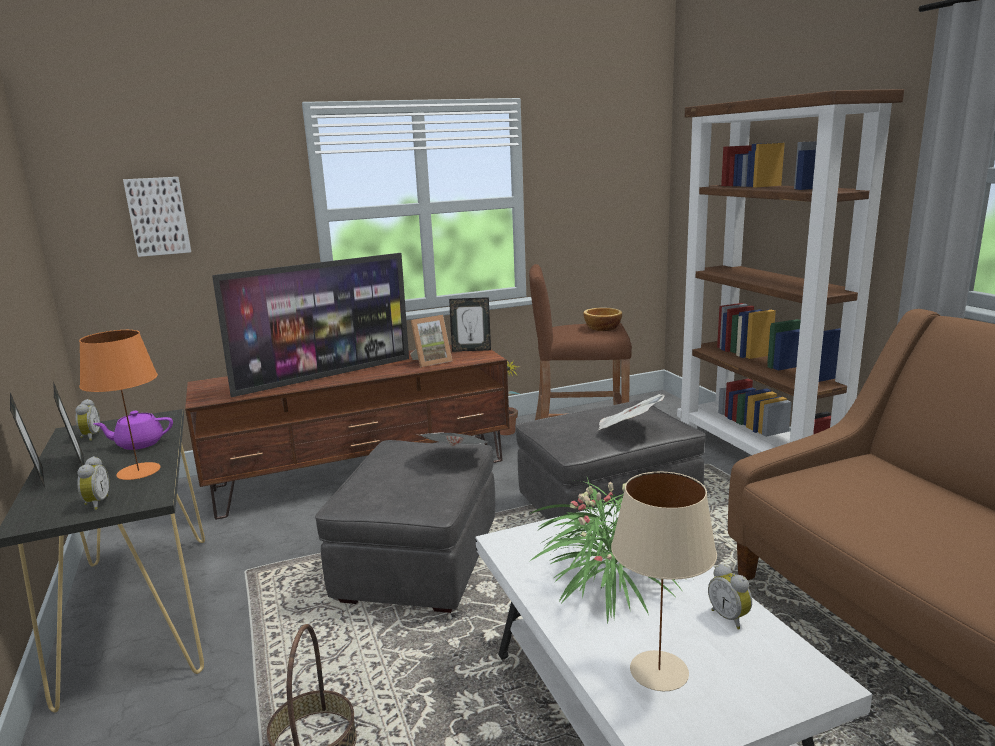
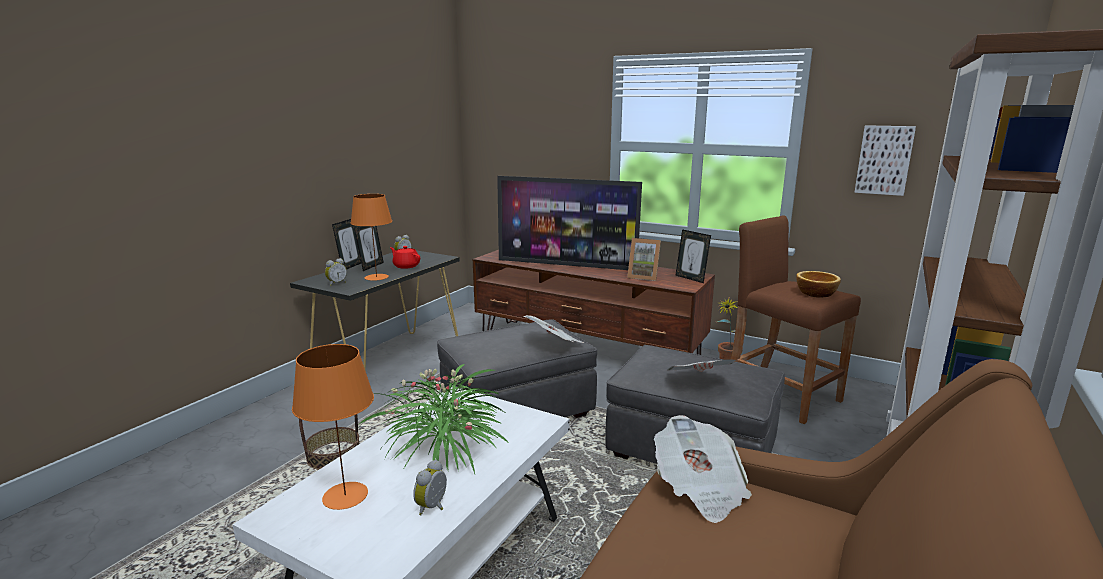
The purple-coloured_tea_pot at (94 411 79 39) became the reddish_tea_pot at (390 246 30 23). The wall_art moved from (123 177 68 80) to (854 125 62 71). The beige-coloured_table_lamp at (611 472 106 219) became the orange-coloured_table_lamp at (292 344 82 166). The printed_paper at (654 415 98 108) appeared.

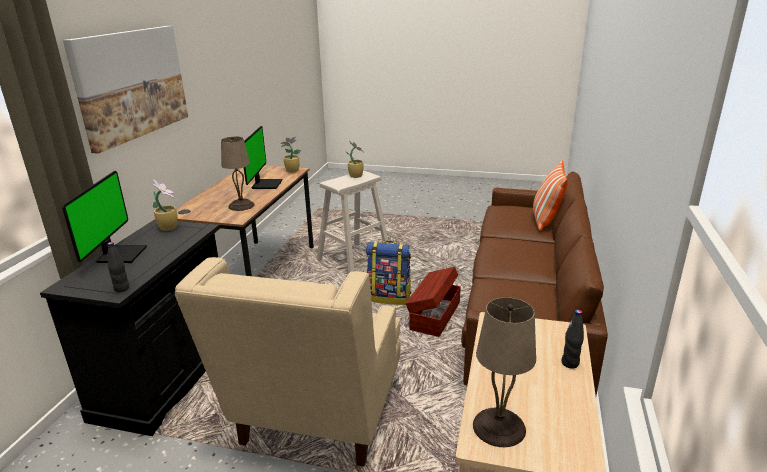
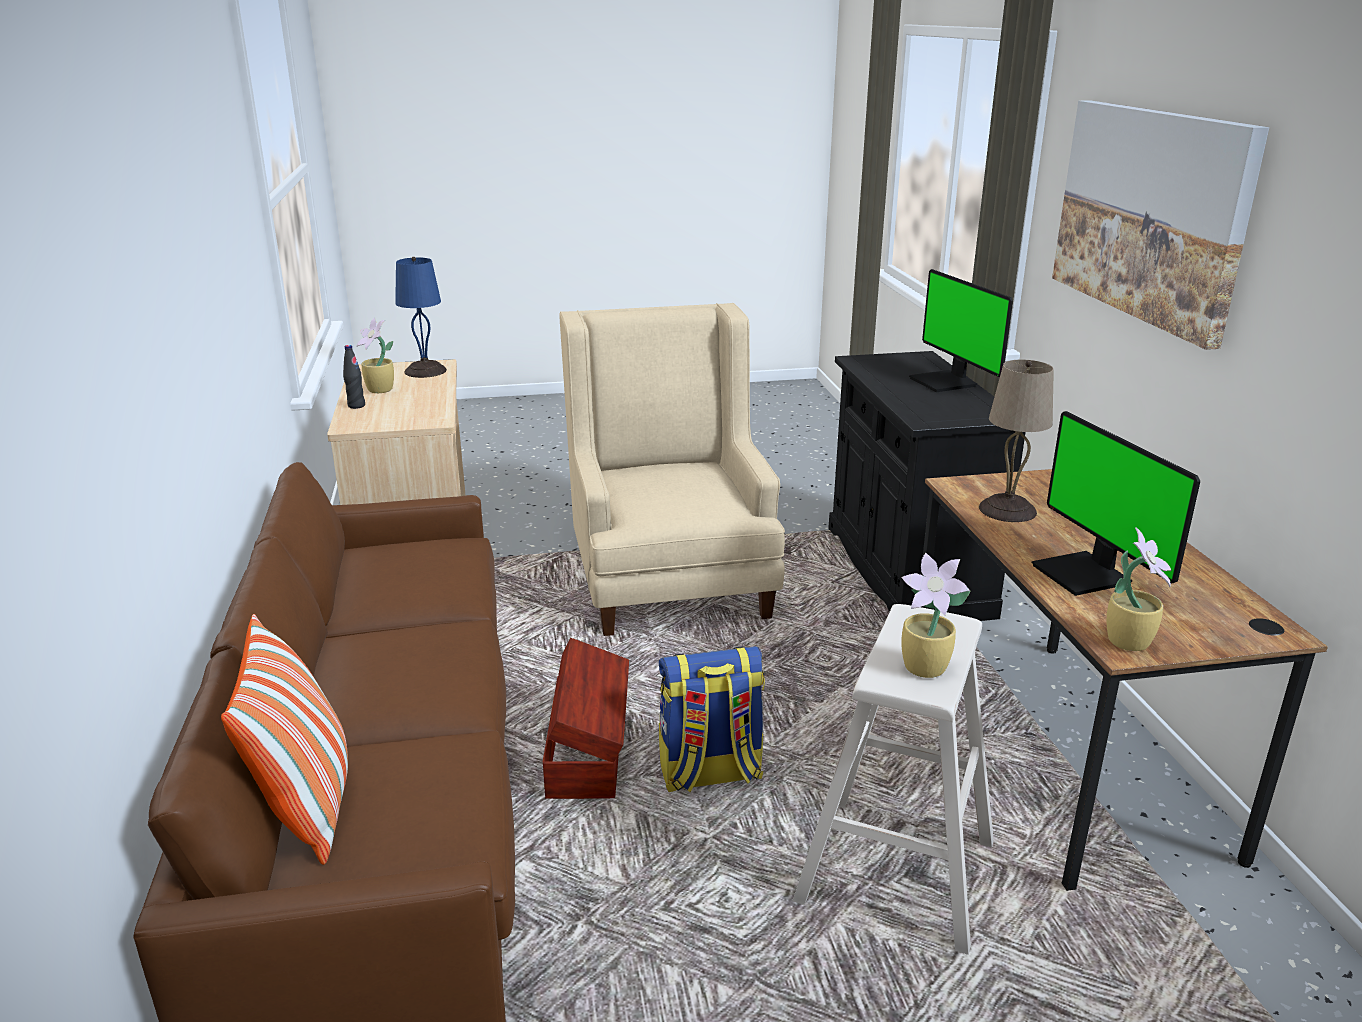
The blackish_drink_bottle at (107 242 22 50) disappeared. The potted_plant moved from (152 180 26 51) to (356 317 38 76). The beige-coloured_table_lamp at (473 297 63 150) became the blue_table_lamp at (395 257 52 121).

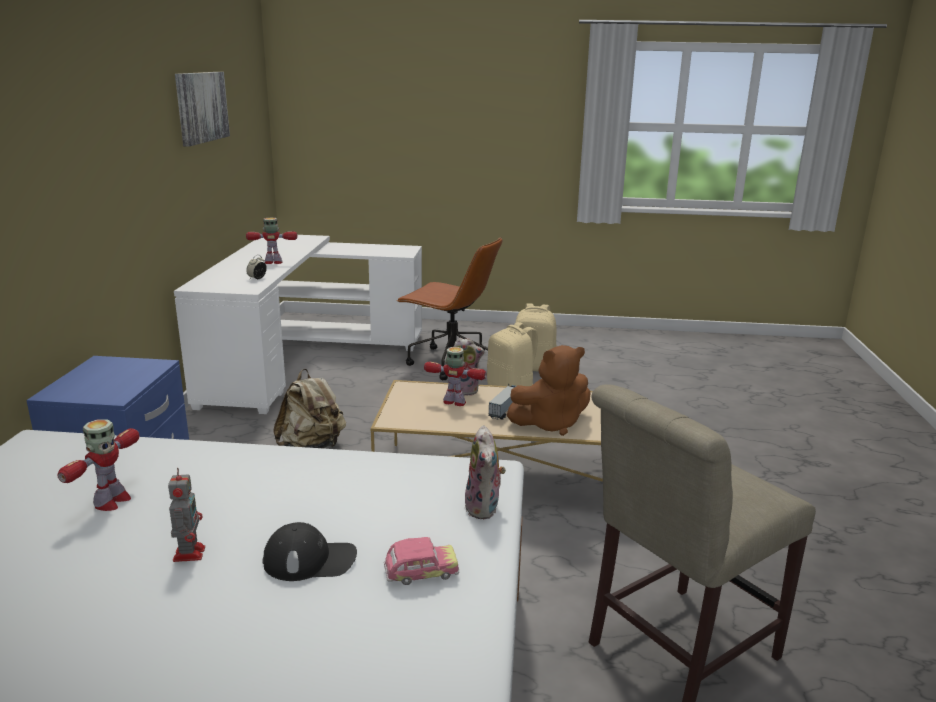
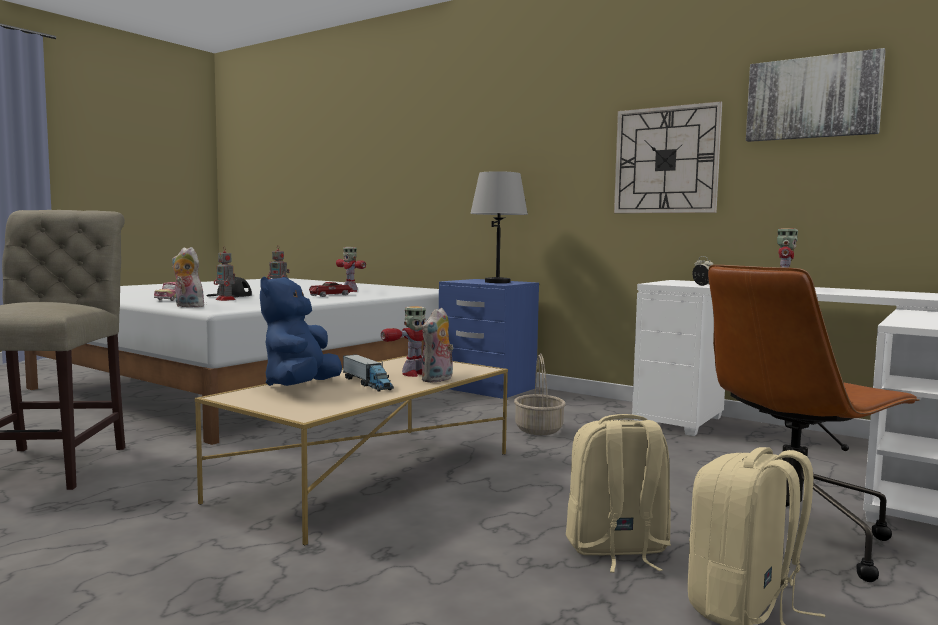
The beige-coloured_knapsack at (273 369 73 79) was replaced by the storage_basket at (514 353 52 82). The brown_plush_toy at (506 345 85 91) became the blue_plush_toy at (260 277 82 109). The toy_robot at (214 248 21 53) appeared. The toy_car at (309 282 43 15) appeared. The gray_table_lamp at (470 171 58 112) appeared. The clock_on_the_wall at (614 101 108 112) appeared.

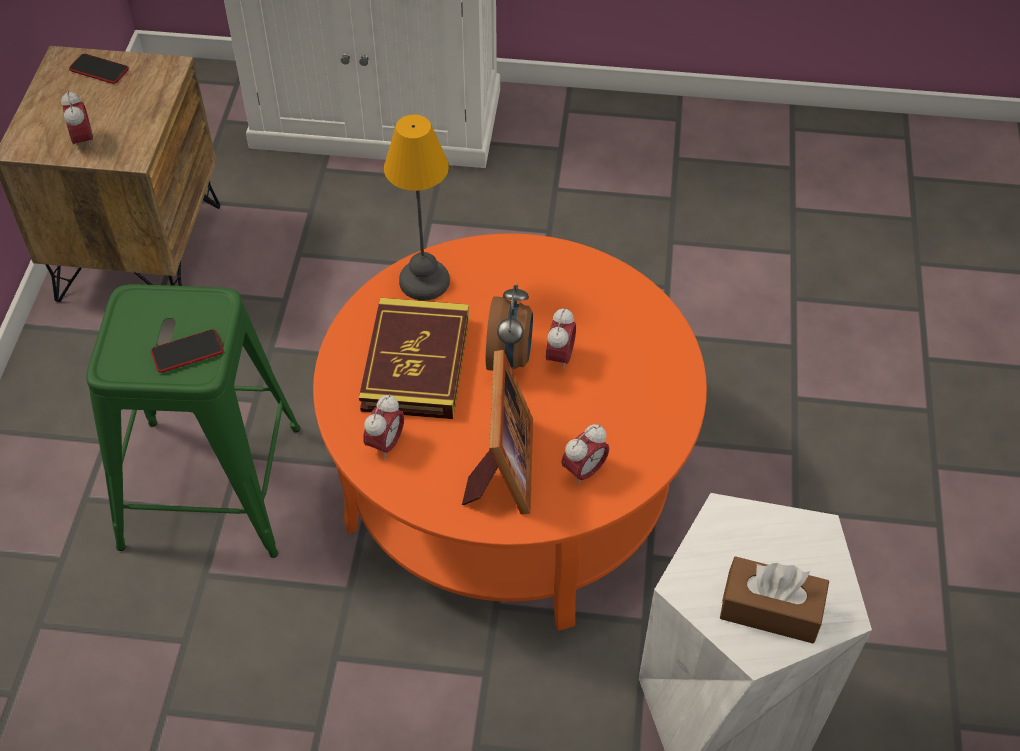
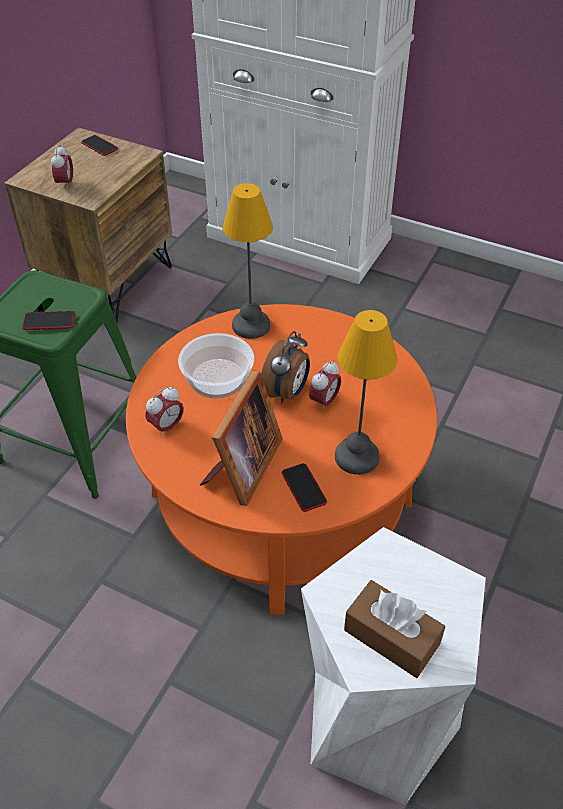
The volume at (359 298 110 121) was replaced by the bowl at (178 333 76 66). The bedside_clock at (561 424 49 62) was replaced by the telephone at (282 463 45 49). The table_lamp at (335 310 62 165) appeared.

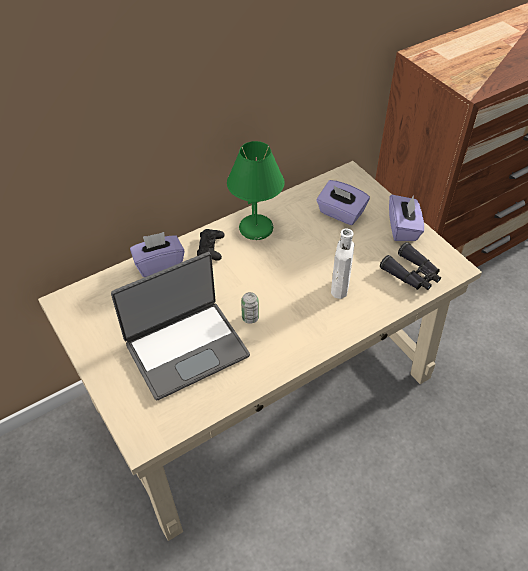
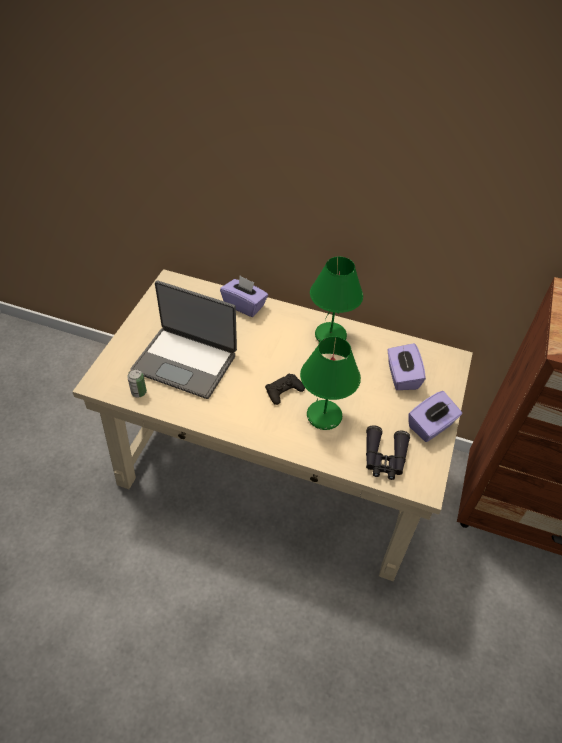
The blackish_game_controller moved from (197 229 28 32) to (265 374 40 31). The sealed_can moved from (241 292 18 32) to (127 369 20 28). The whitish_drink_bottle at (331 228 23 71) was replaced by the greenish_table_lamp at (300 336 61 94).

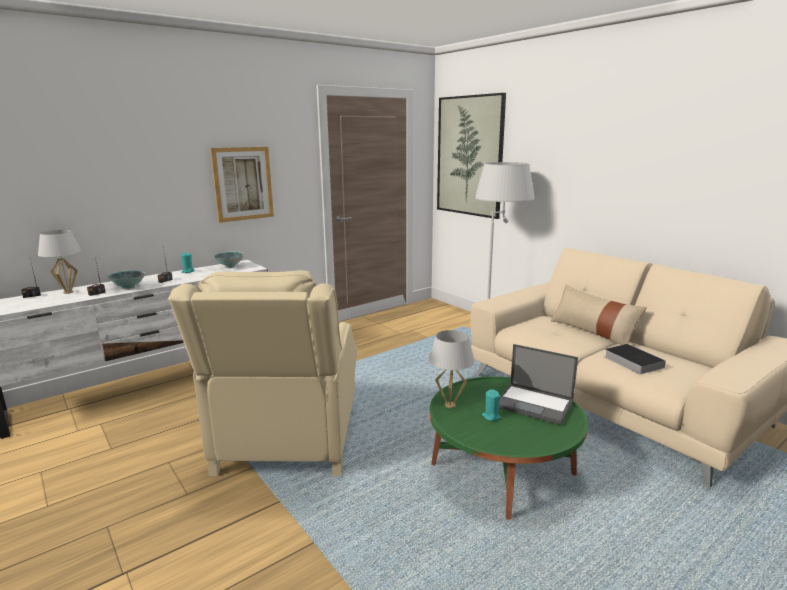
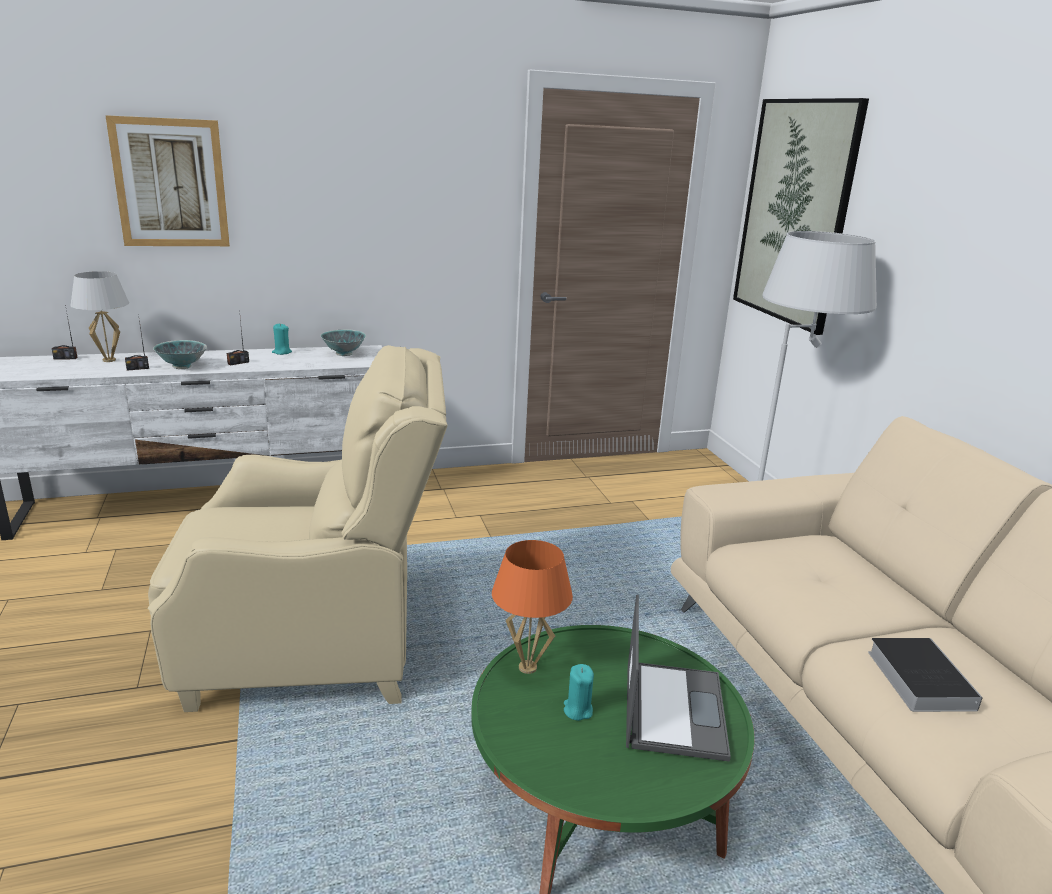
The beige-coloured_armchair at (168 270 189 207) turned 120 degrees counterclockwise. The wall_art moved from (210 147 64 76) to (106 115 124 131). The whitish_table_lamp at (429 330 46 78) became the orange-coloured_table_lamp at (492 540 81 134). The notebook_computer at (499 344 79 81) turned 135 degrees counterclockwise. The beige-coloured_pillow at (550 285 97 60) disappeared.

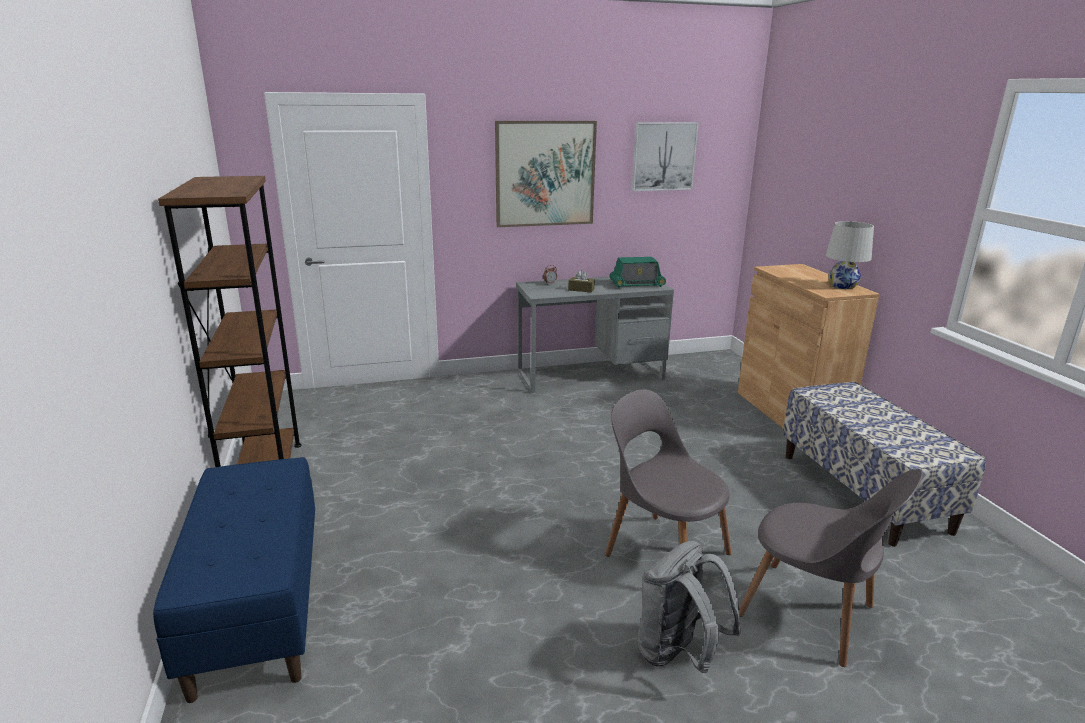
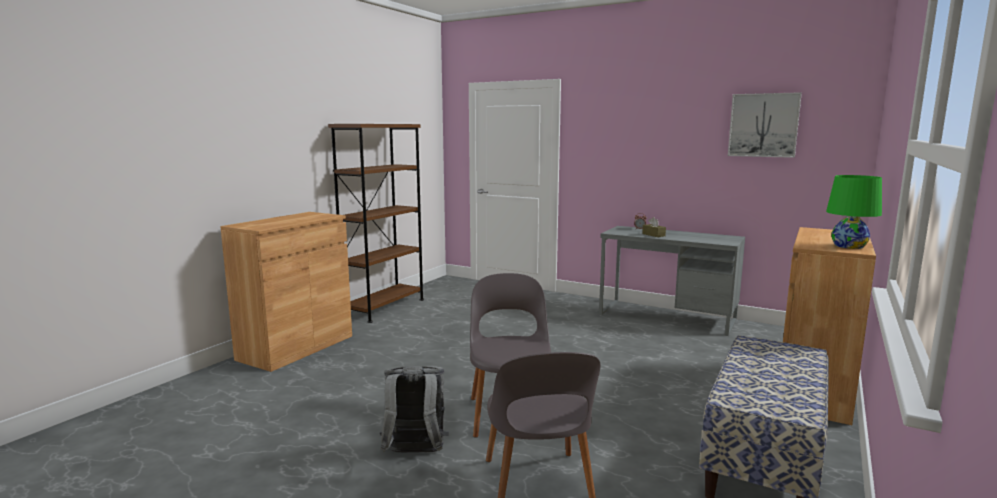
The blue_long_seat at (153 457 162 246) was replaced by the brown_storage_cabinet at (220 212 132 160). The wall_art at (495 121 102 106) disappeared. The radio_set at (609 257 57 31) disappeared. The whitish_table_lamp at (826 221 48 68) became the greenish_table_lamp at (826 175 56 74).

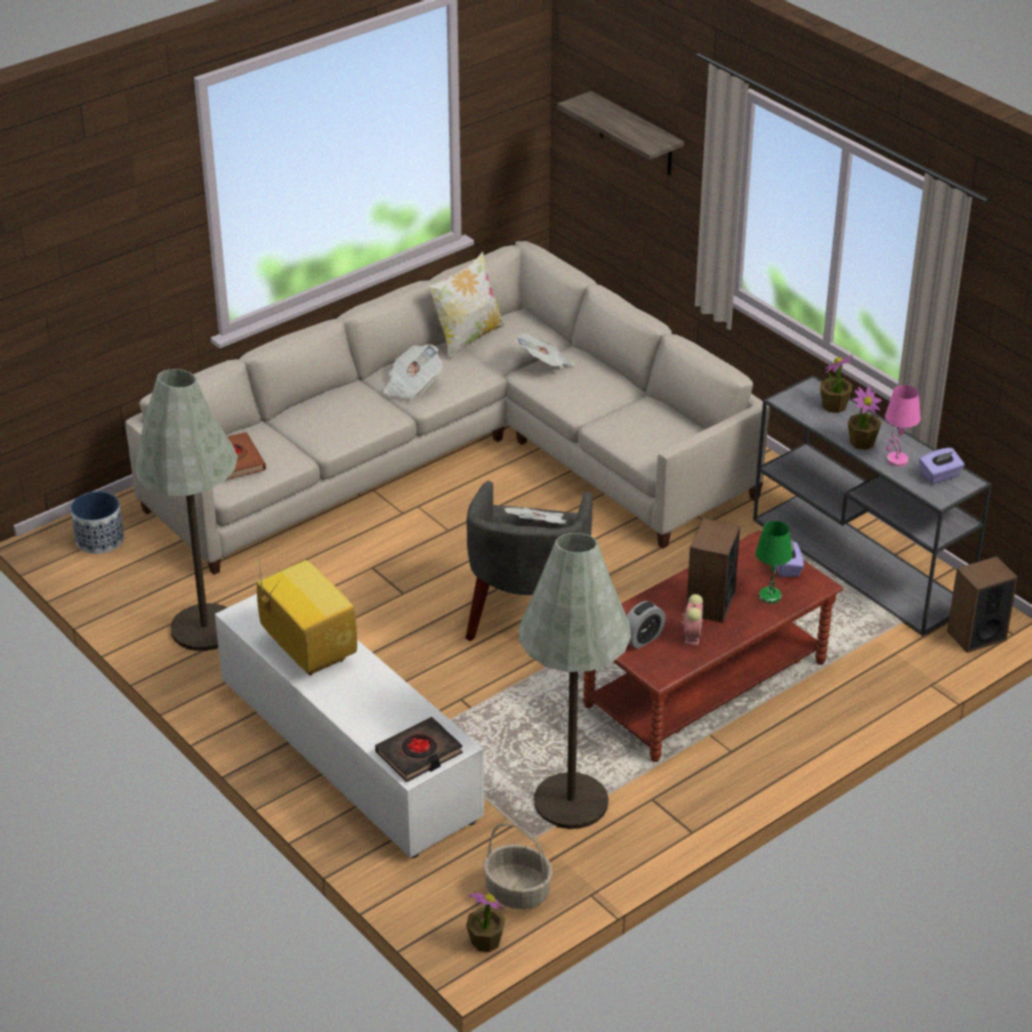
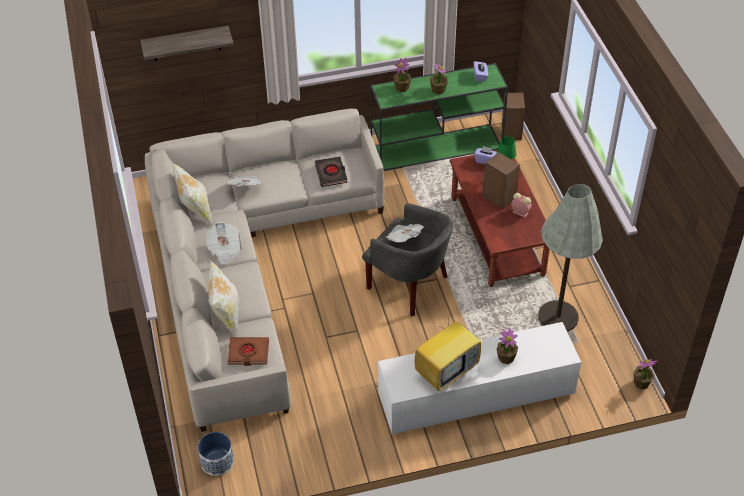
The gray_standing_lamp at (135 369 103 282) disappeared. The TV_set at (257 550 100 125) turned 150 degrees clockwise. The blackish_volume moved from (375 717 88 65) to (315 157 32 30). The storage_basket at (483 823 70 86) disappeared. The bedside_clock at (627 601 39 48) disappeared. The gray_hall_table at (753 375 239 261) became the greenish_hall_table at (370 63 138 108). The pink-coloured_table_lamp at (885 385 36 82) disappeared. The pillow at (208 261 32 75) appeared. The potted_plant at (497 327 21 37) appeared.

